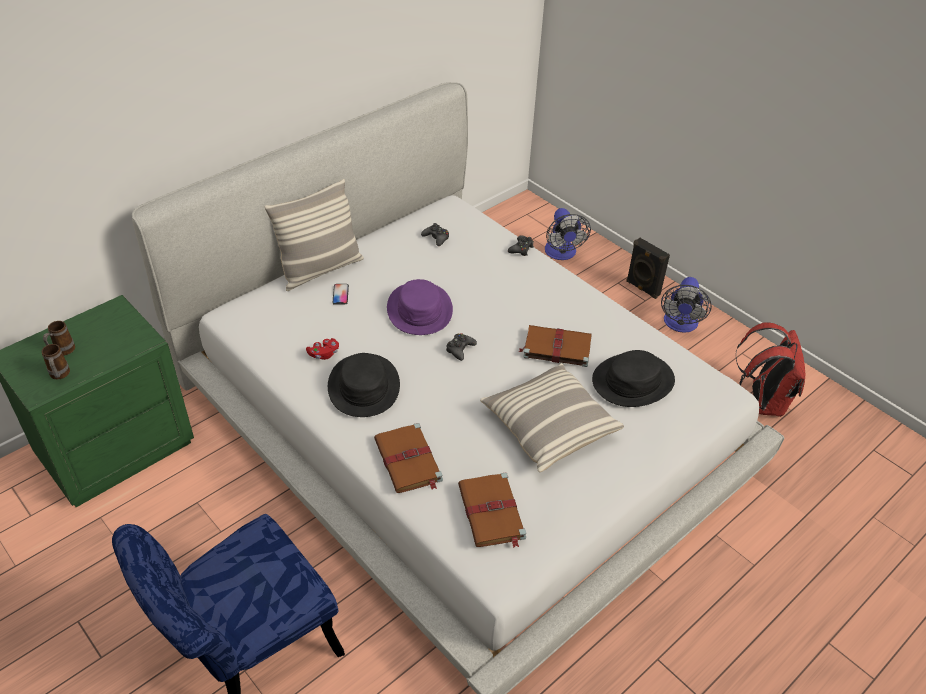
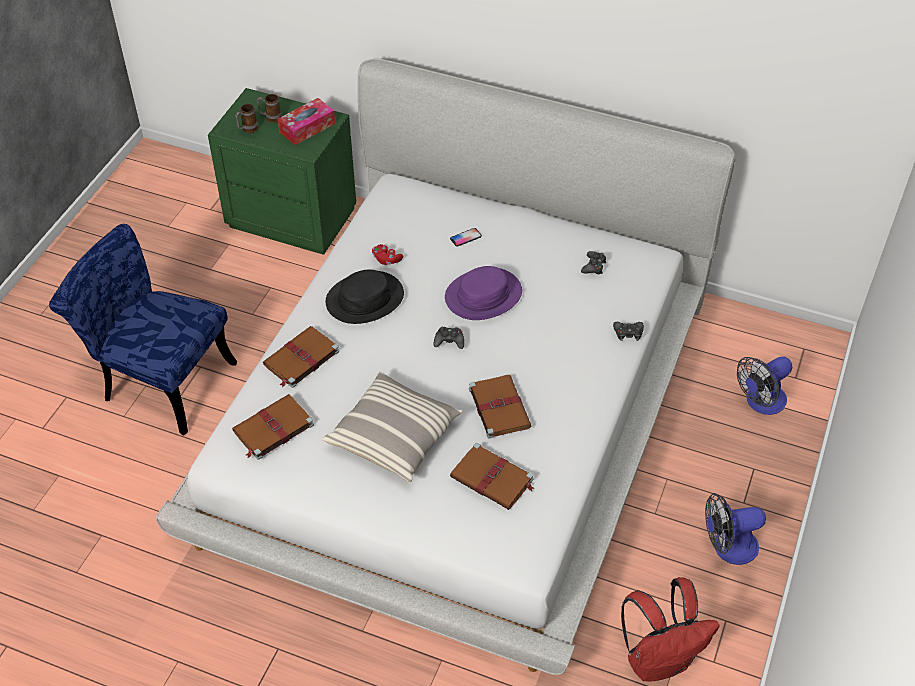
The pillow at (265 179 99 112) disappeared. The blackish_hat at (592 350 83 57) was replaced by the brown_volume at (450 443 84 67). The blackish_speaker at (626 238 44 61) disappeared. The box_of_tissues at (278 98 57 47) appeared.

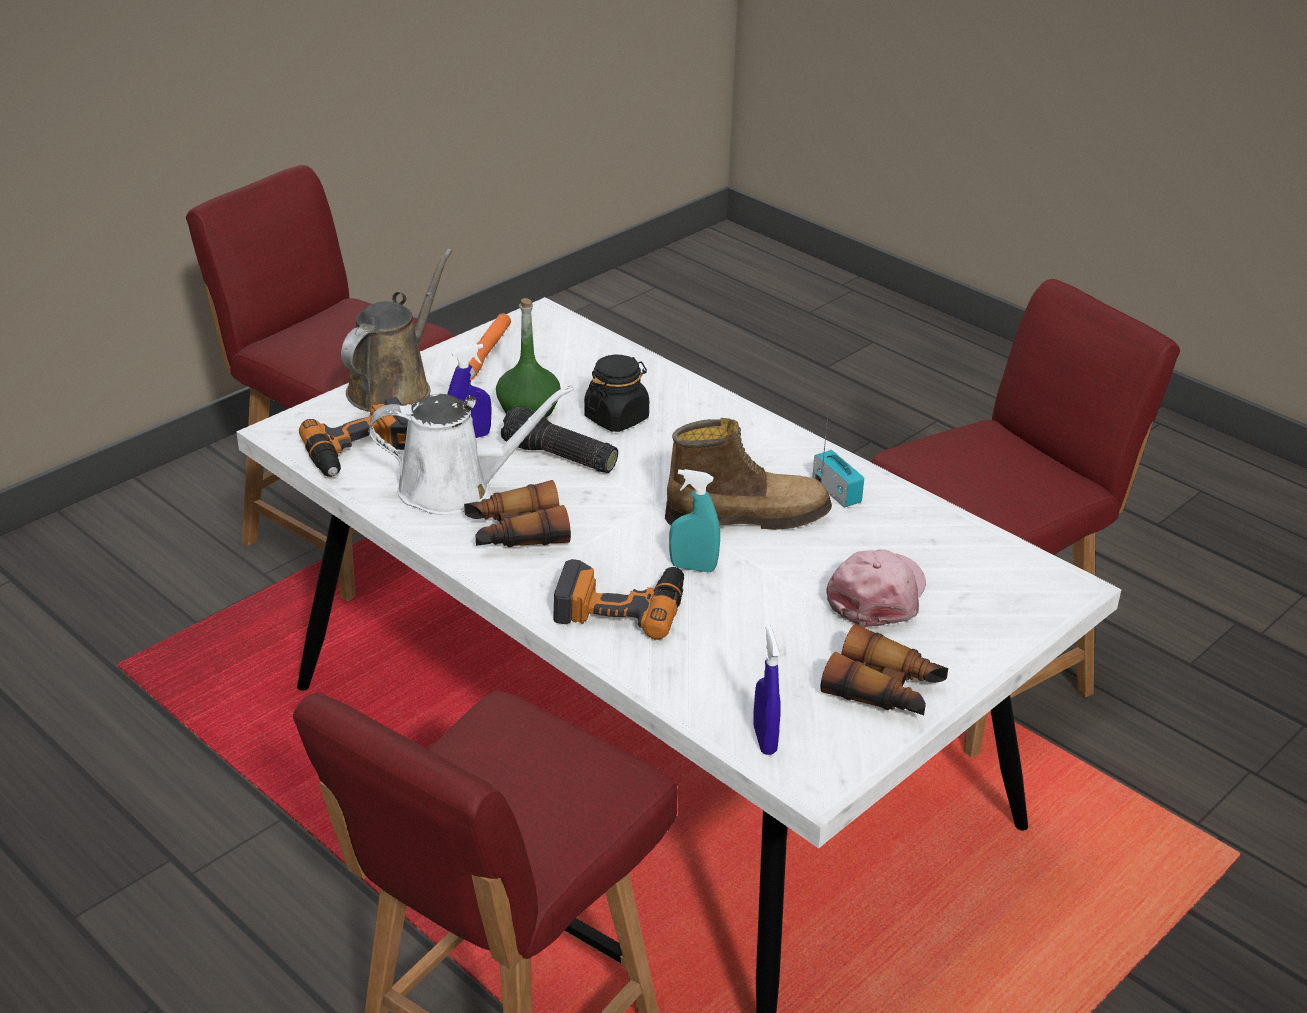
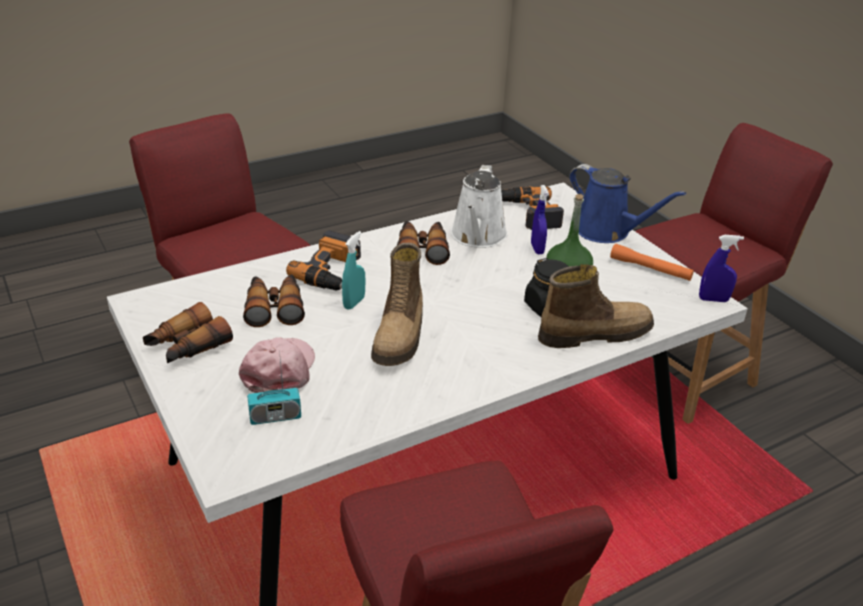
The brown_watering_can at (341 249 111 163) became the blue_watering_can at (569 164 117 79). The flashlight at (501 405 117 68) disappeared. The blue_sprayer moved from (753 625 28 130) to (699 235 45 67). The radio_set moved from (812 416 52 92) to (247 360 54 65). The pink-coloured_cap at (826 549 100 79) turned 120 degrees counterclockwise. The binoculars at (243 274 62 53) appeared. The high-top_boot at (538 264 116 84) appeared.

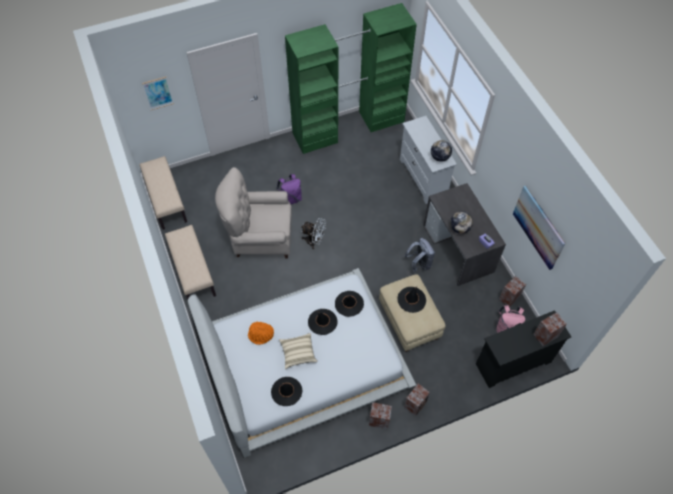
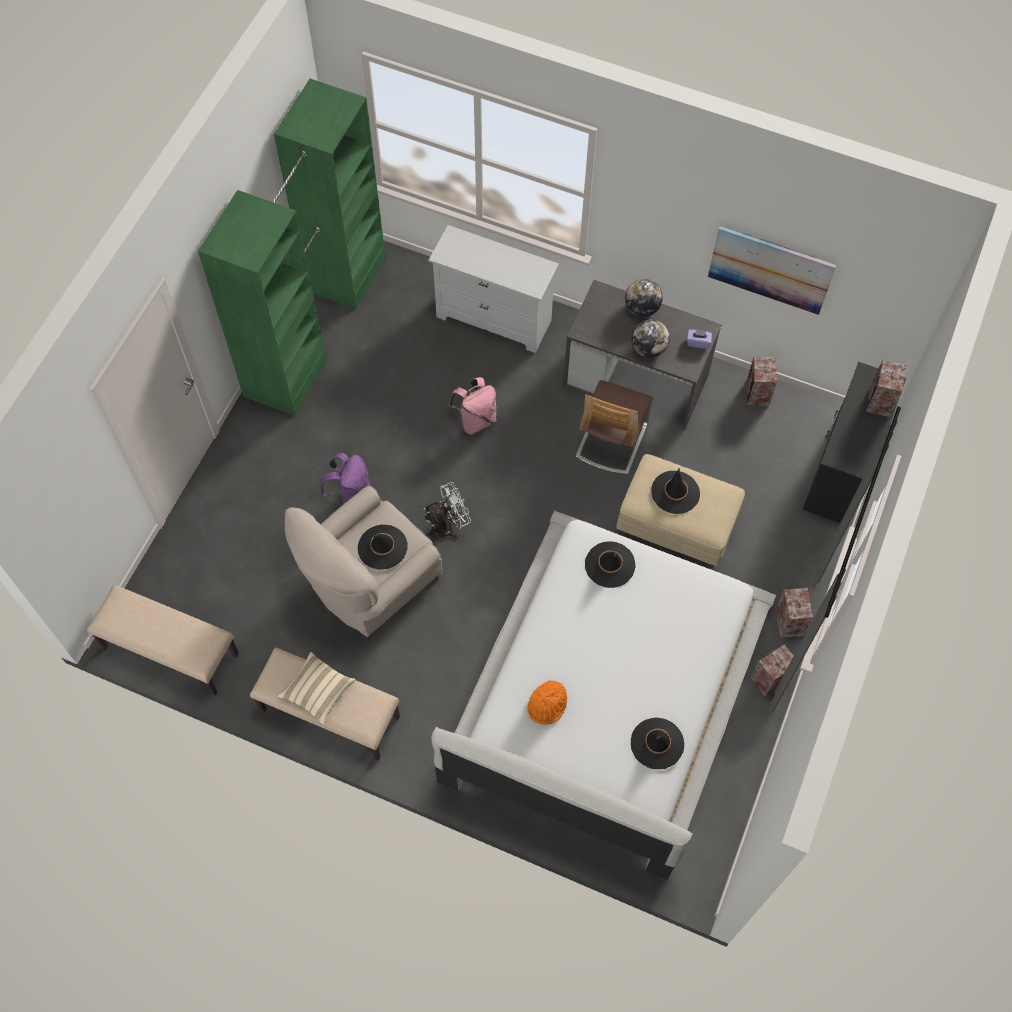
The wall_art at (142 77 32 33) disappeared. The beige-coloured_pillow moved from (279 333 39 36) to (278 652 78 73). The blackish_hat moved from (308 309 30 26) to (358 525 50 45). The gray_knapsack at (404 238 31 34) was replaced by the chair at (575 380 78 95). The world_globe moved from (431 140 21 22) to (625 279 38 38). The pink-coloured_knapsack moved from (496 305 29 28) to (448 377 48 58).

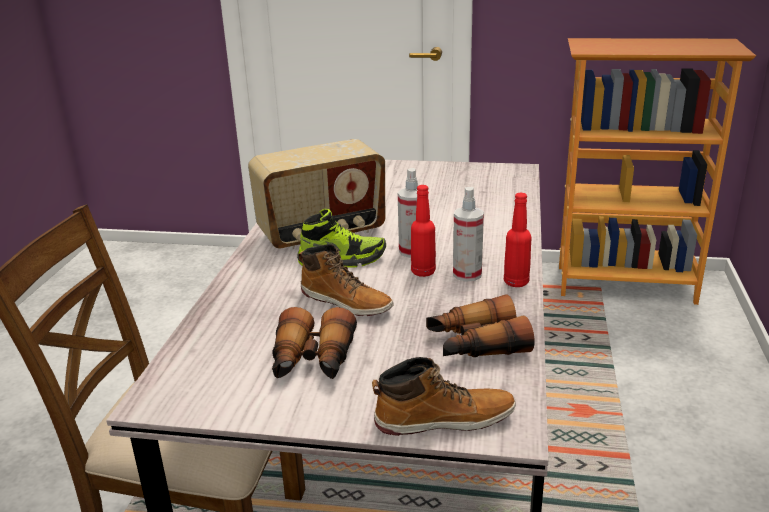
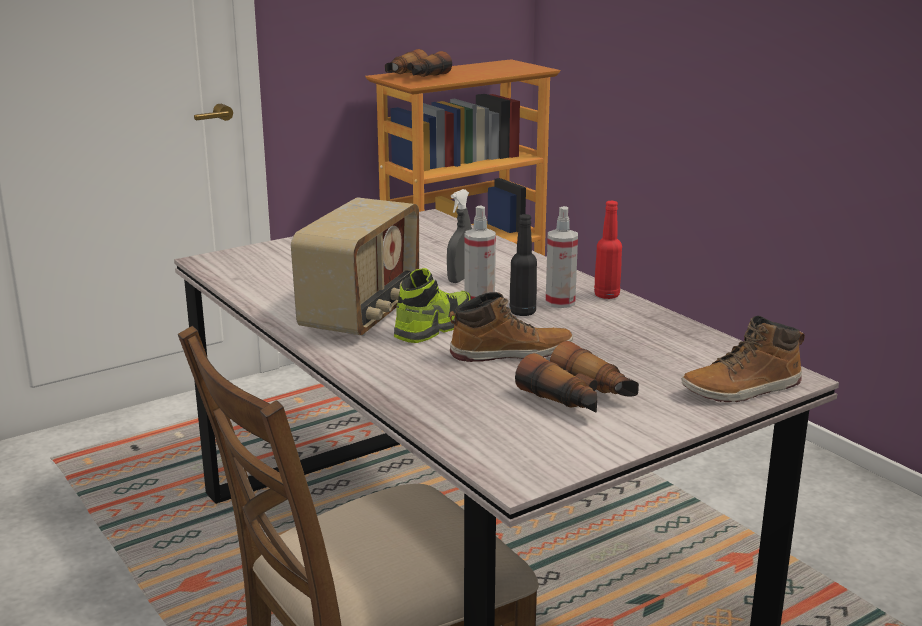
The high-top_boot at (372 357 144 79) turned 150 degrees counterclockwise. The reddish_drink_bottle at (411 185 25 92) became the blackish_drink_bottle at (509 214 28 102). The binoculars moved from (426 294 109 63) to (385 49 67 28). The gray_sprayer at (447 189 25 94) appeared.

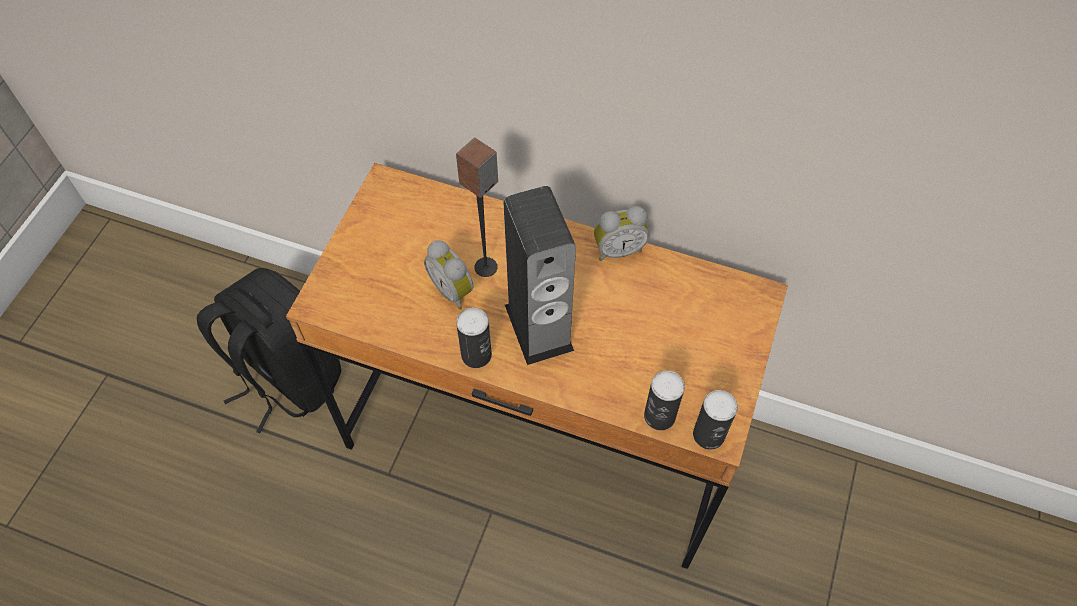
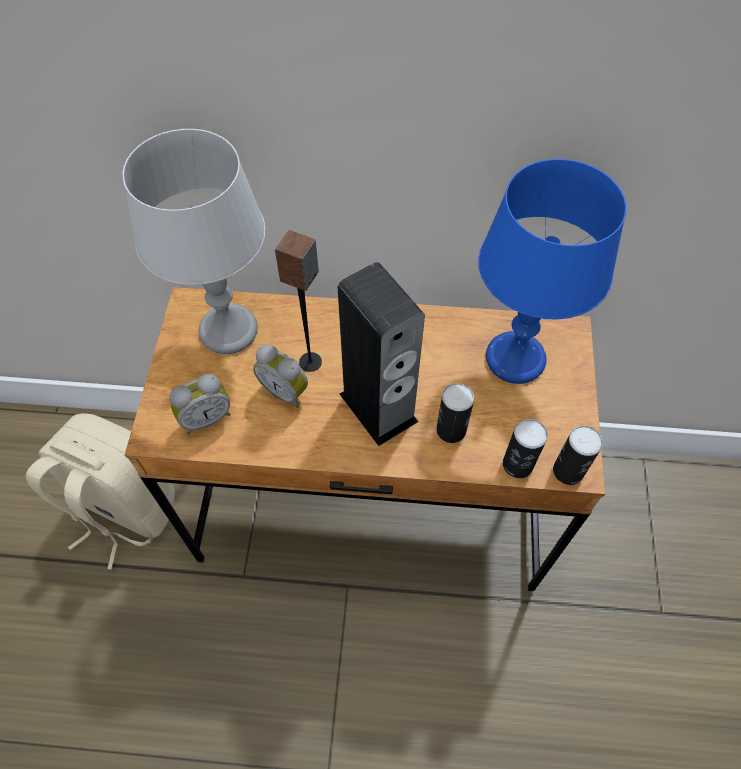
The blackish_knapsack at (197 268 144 165) became the beige-coloured_knapsack at (26 413 149 157). The sealed_can moved from (456 308 36 60) to (437 383 37 60). The bedside_clock moved from (594 206 55 55) to (170 374 60 60). The gray_table_lamp at (122 129 144 225) appeared. The blue_table_lamp at (478 159 149 225) appeared.

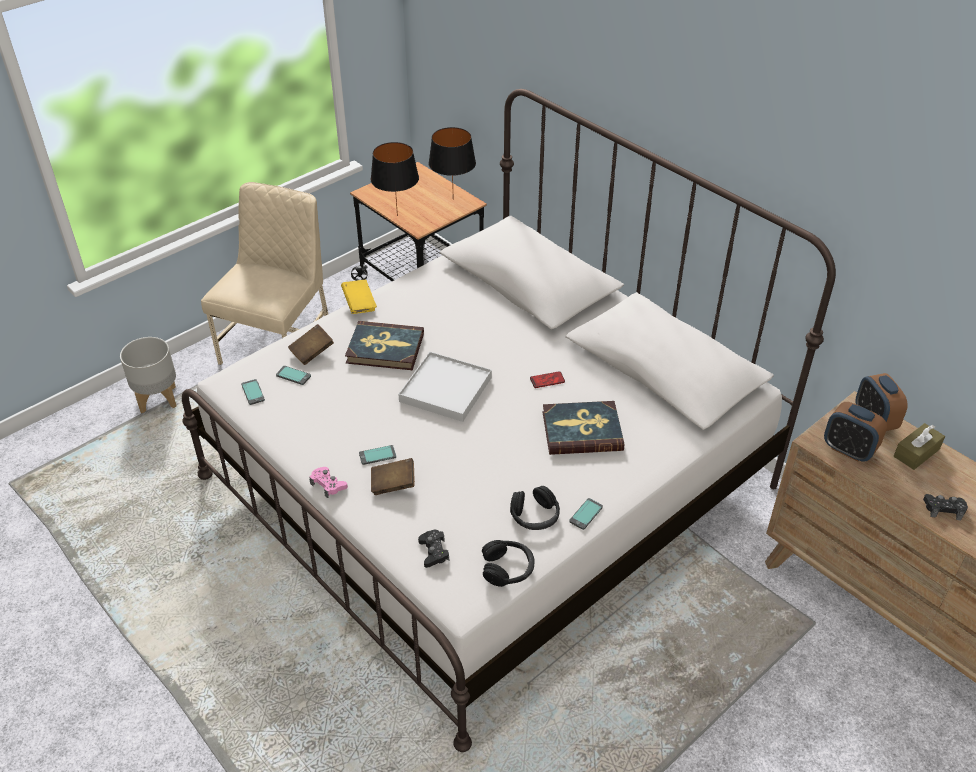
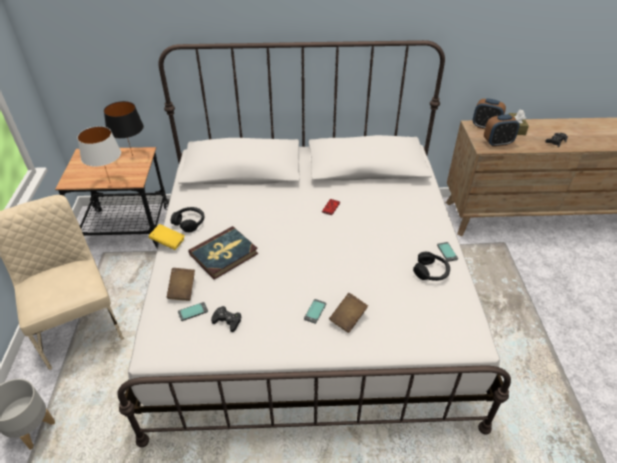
The telephone at (241 379 24 26) disappeared. The pink-coloured_game_controller at (309 467 39 31) disappeared. The blackish_table_lamp at (370 142 49 74) became the whitish_table_lamp at (77 126 44 55). The whitish_serving_tray at (398 352 94 70) disappeared. The blackish_game_controller moved from (418 530 31 38) to (211 306 30 26). The blackish_pair_of_headphones moved from (482 540 52 47) to (171 207 33 25). The volume at (543 401 81 54) disappeared.

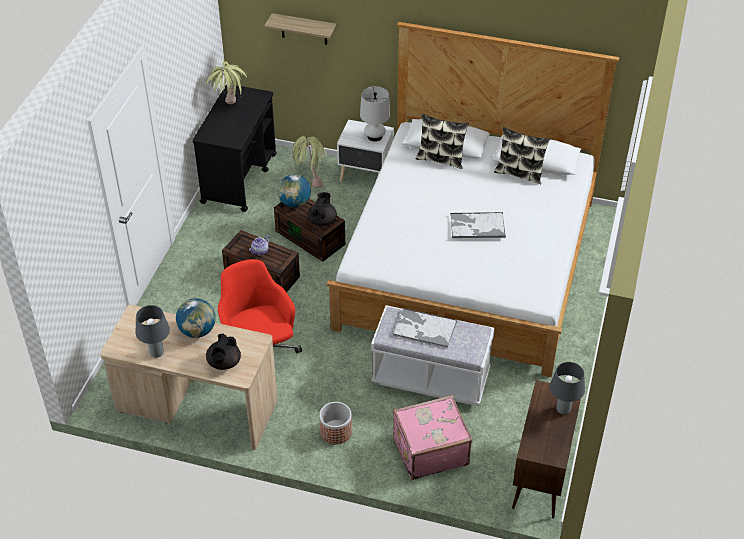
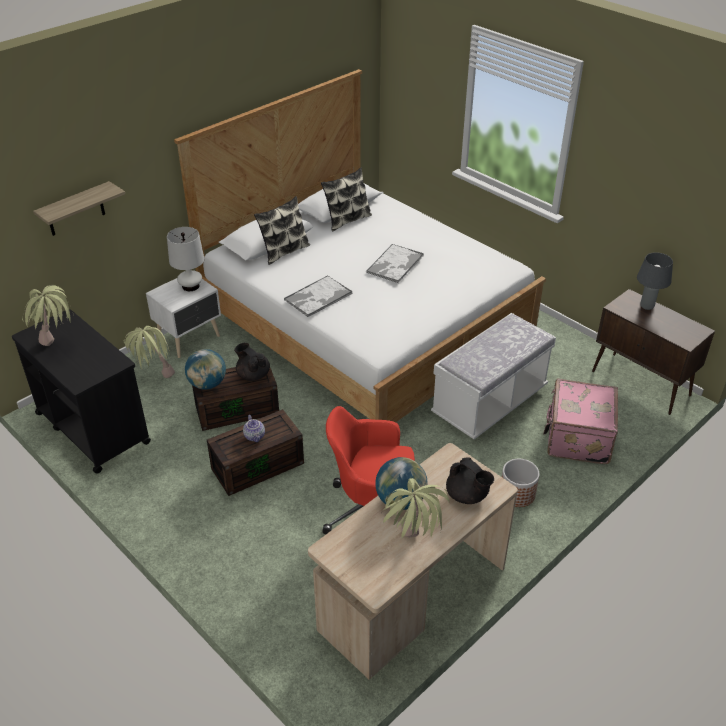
The gray_table_lamp at (136 305 34 53) was replaced by the potted_plant at (381 478 68 60). The serving_tray moved from (392 308 65 41) to (284 275 68 42).

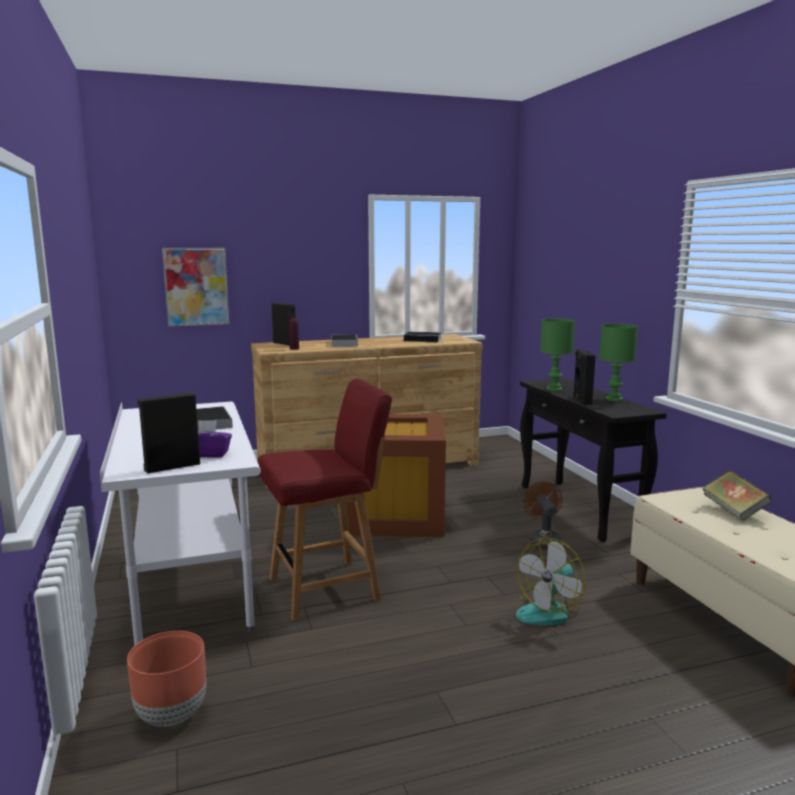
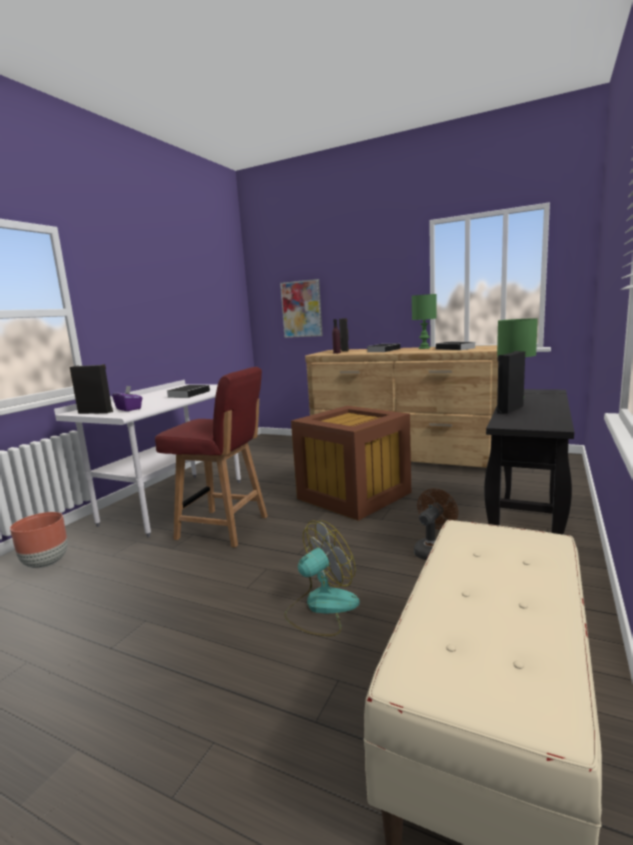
The electric_fan at (516 537 70 88) turned 150 degrees clockwise. The greenish_table_lamp moved from (599 324 39 77) to (412 294 25 55). The volume at (703 470 69 52) disappeared.

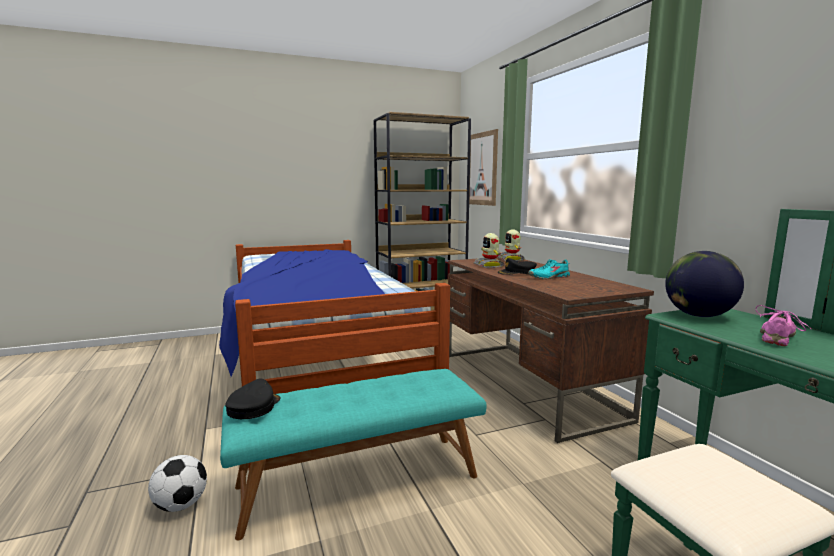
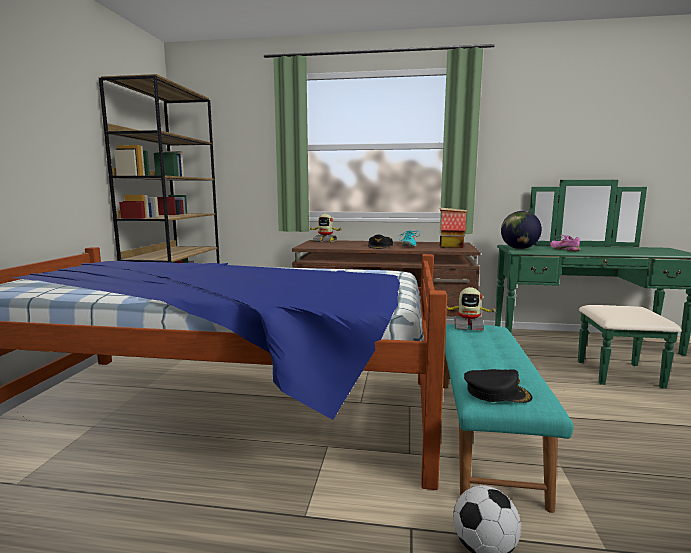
The blackish_cap at (225 379 55 40) turned 150 degrees clockwise. The wall_art at (469 129 29 77) disappeared. The toy_robot moved from (474 233 30 35) to (447 287 51 44). The model_house at (440 208 27 40) appeared.

